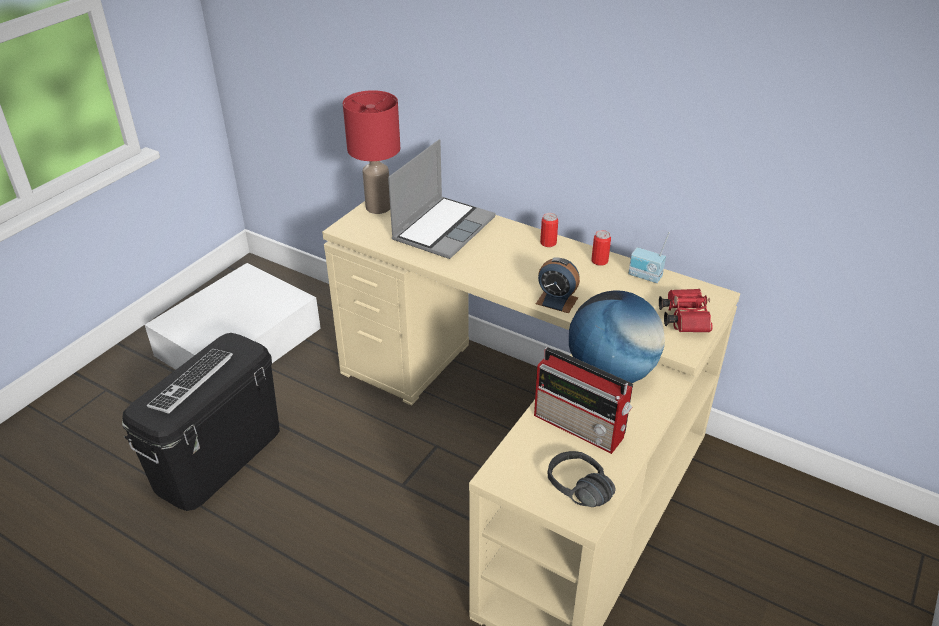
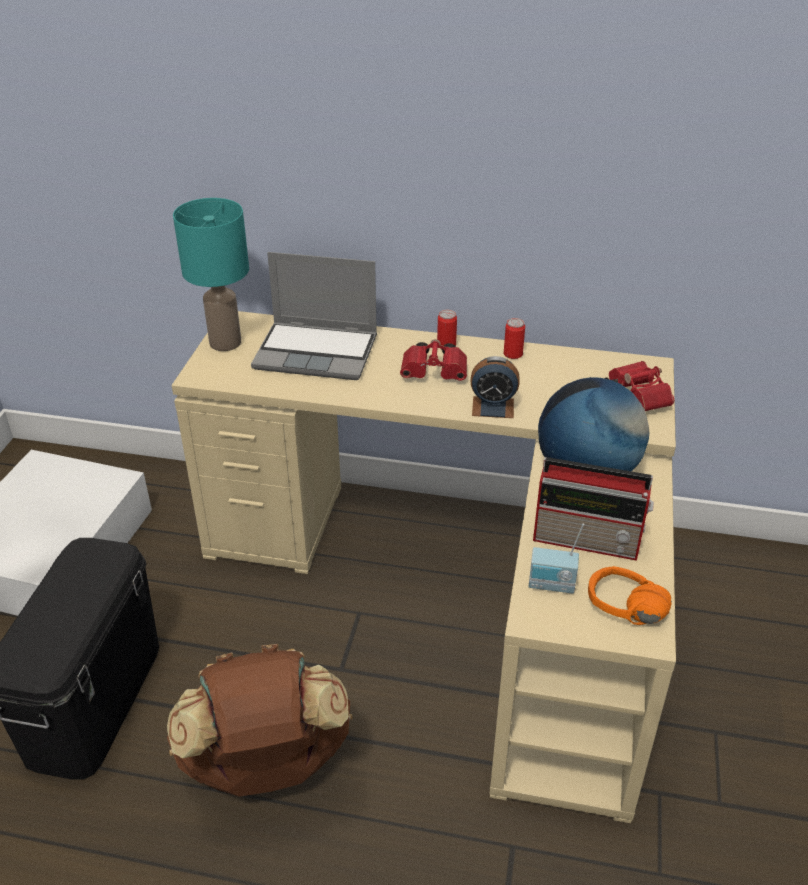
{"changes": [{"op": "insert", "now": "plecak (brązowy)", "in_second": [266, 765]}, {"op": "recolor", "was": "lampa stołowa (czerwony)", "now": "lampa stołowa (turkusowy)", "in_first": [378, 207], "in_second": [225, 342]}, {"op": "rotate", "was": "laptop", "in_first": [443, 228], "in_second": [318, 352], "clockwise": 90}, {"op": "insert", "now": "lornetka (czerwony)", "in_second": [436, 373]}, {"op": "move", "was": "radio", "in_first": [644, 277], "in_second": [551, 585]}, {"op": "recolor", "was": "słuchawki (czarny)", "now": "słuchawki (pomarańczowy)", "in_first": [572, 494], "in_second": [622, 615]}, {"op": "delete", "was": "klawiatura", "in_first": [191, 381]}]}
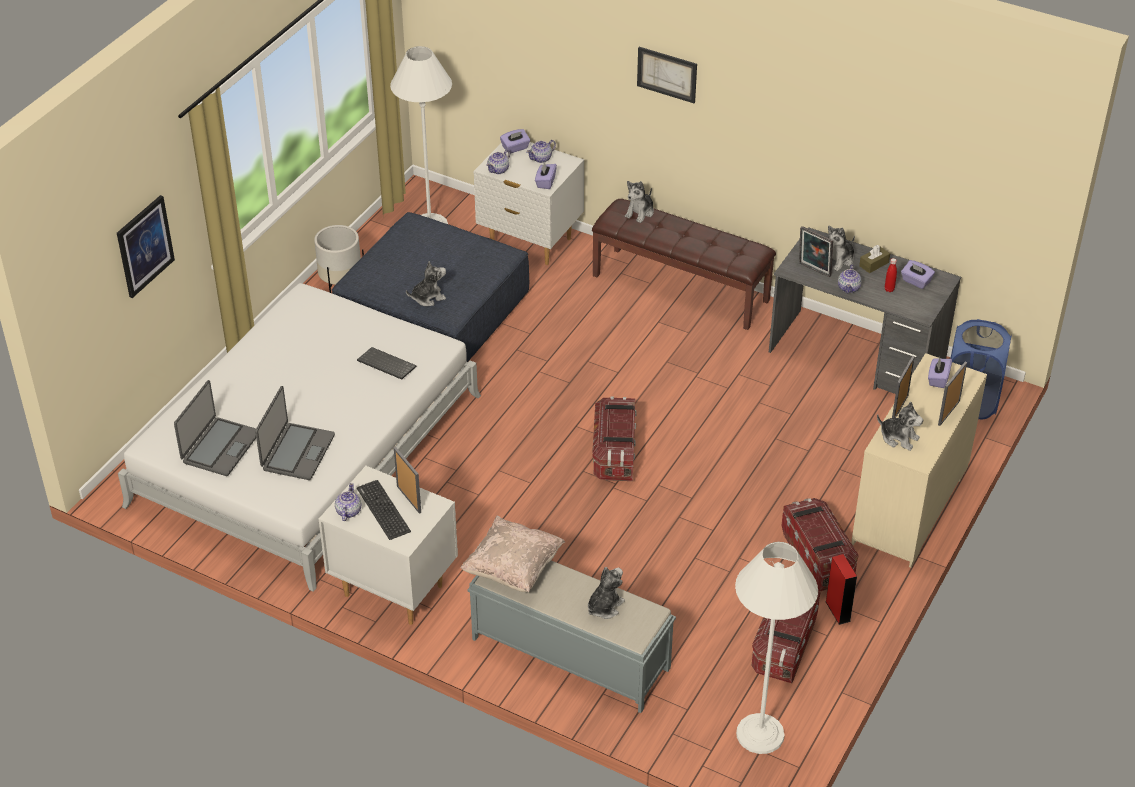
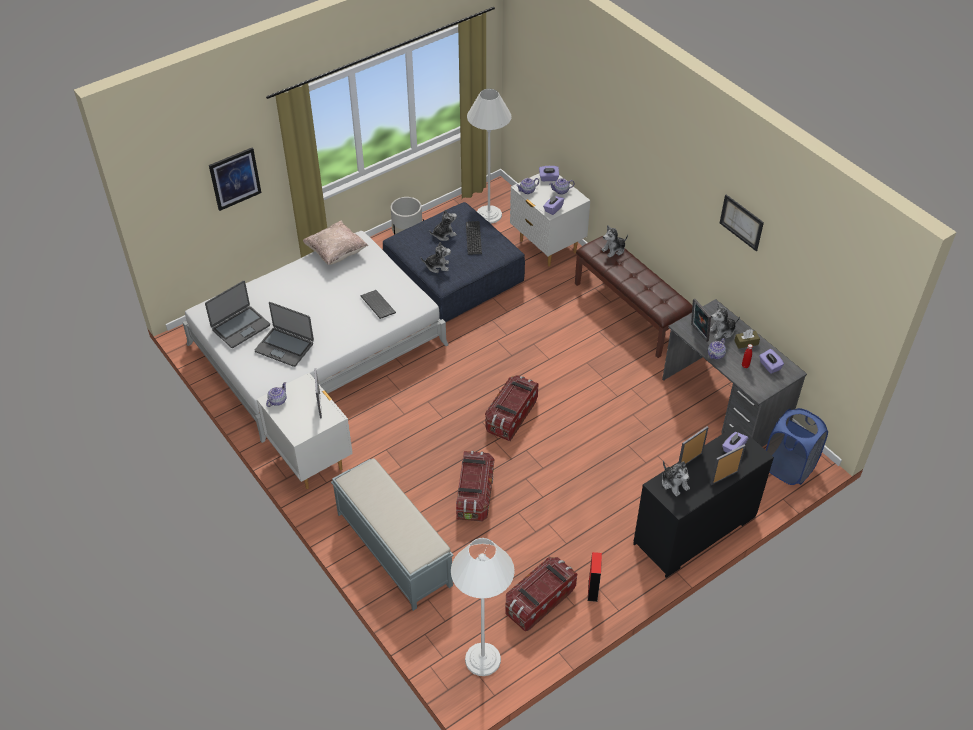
{"changes": [{"op": "rotate", "was": "laptop", "in_first": [297, 452], "in_second": [285, 347], "clockwise": 75}, {"op": "move", "was": "poduszka (beżowy)", "in_first": [513, 569], "in_second": [336, 253]}, {"op": "move", "was": "pluszak", "in_first": [604, 606], "in_second": [444, 234]}, {"op": "move", "was": "pojemnik do przechowywania", "in_first": [817, 558], "in_second": [474, 495]}, {"op": "move", "was": "klawiatura", "in_first": [383, 510], "in_second": [473, 238]}, {"op": "recolor", "was": "komoda (beżowy)", "now": "komoda (czarny)", "in_first": [911, 506], "in_second": [695, 531]}, {"op": "move", "was": "obraz", "in_first": [667, 74], "in_second": [741, 222]}]}
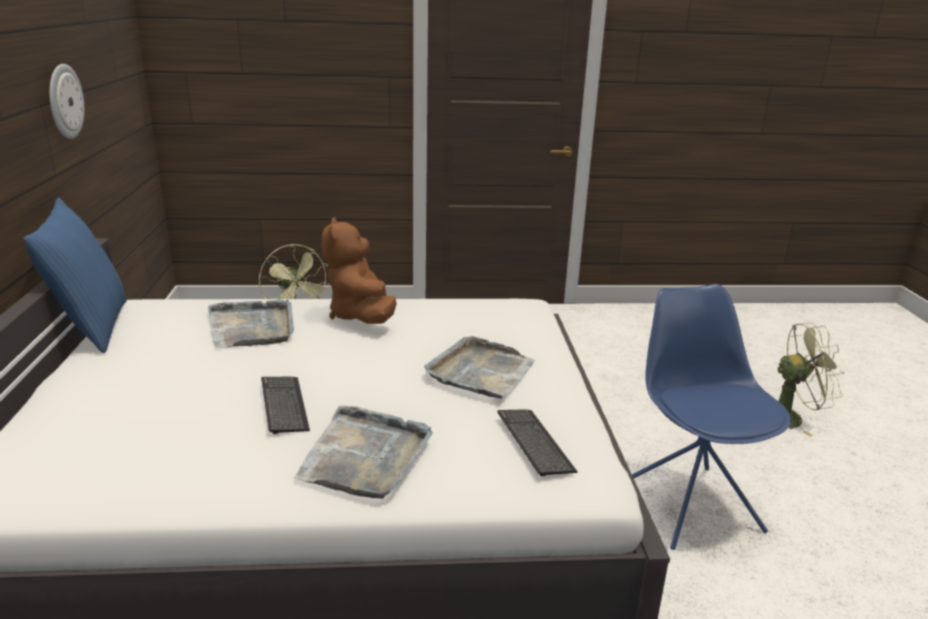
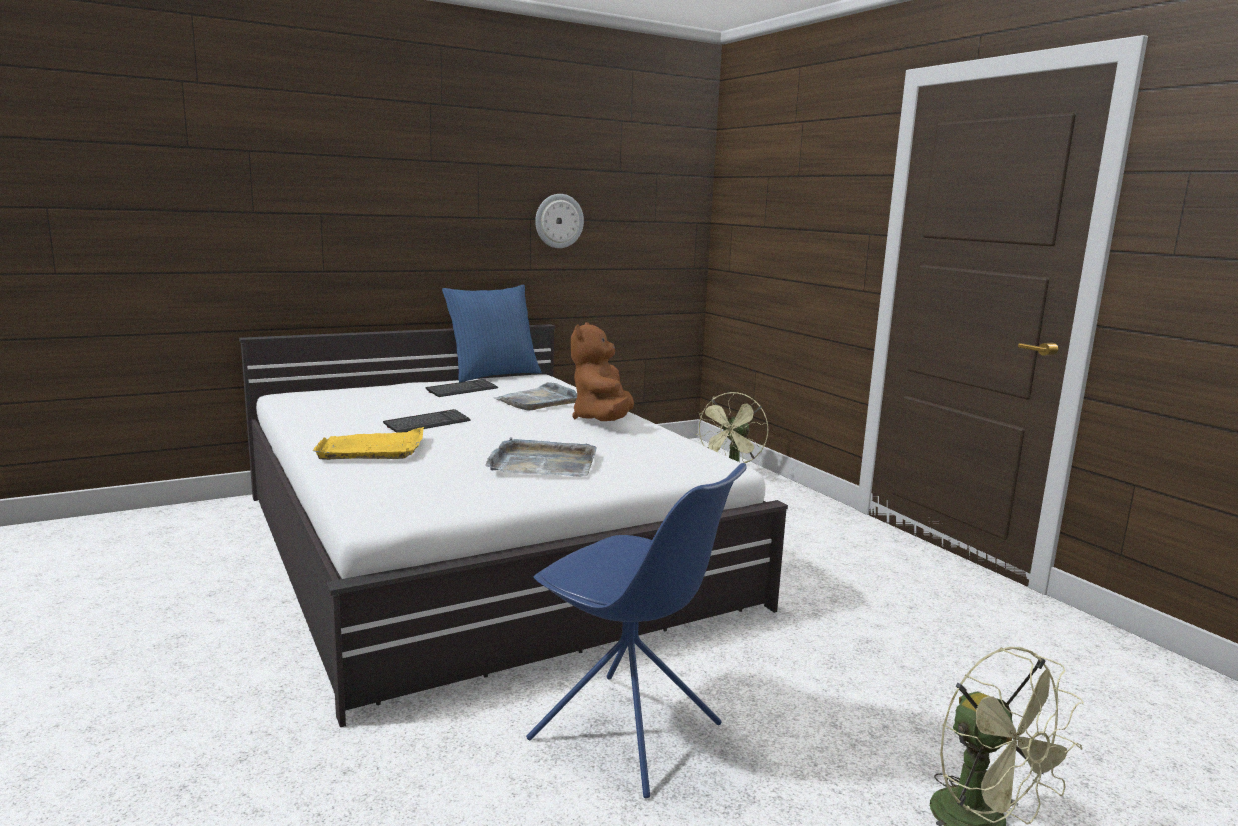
{"changes": [{"op": "recolor", "was": "taca (szary)", "now": "taca (żółty)", "in_first": [365, 456], "in_second": [372, 449]}, {"op": "move", "was": "klawiatura", "in_first": [534, 443], "in_second": [462, 390]}, {"op": "rotate", "was": "krzesło (niebieski)", "in_first": [689, 504], "in_second": [628, 733], "clockwise": 75}, {"op": "rotate", "was": "pluszak (brązowy)", "in_first": [361, 316], "in_second": [602, 420], "clockwise": -45}]}
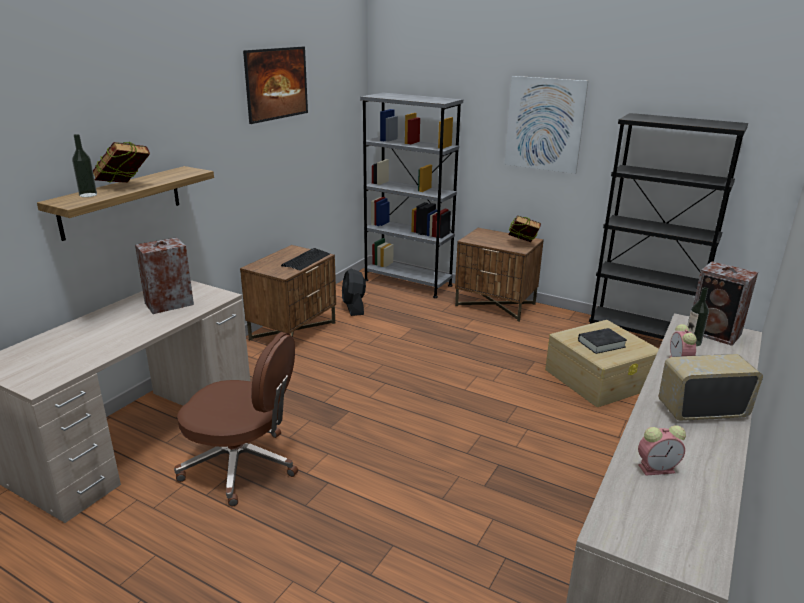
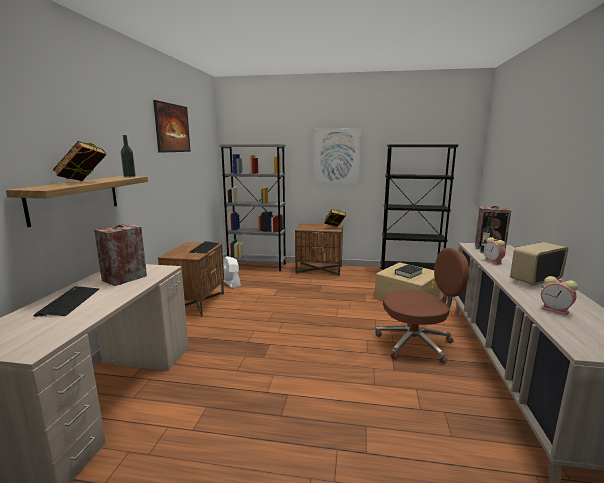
{"changes": [{"op": "insert", "now": "klawiatura", "in_second": [69, 302]}, {"op": "move", "was": "butelka", "in_first": [88, 195], "in_second": [129, 177]}, {"op": "recolor", "was": "wentylator (czarny)", "now": "wentylator (biały)", "in_first": [354, 307], "in_second": [230, 283]}, {"op": "move", "was": "krzesło biurowe (brązowy)", "in_first": [242, 465], "in_second": [416, 344]}, {"op": "rotate", "was": "budzik", "in_first": [657, 468], "in_second": [556, 310], "clockwise": 75}]}
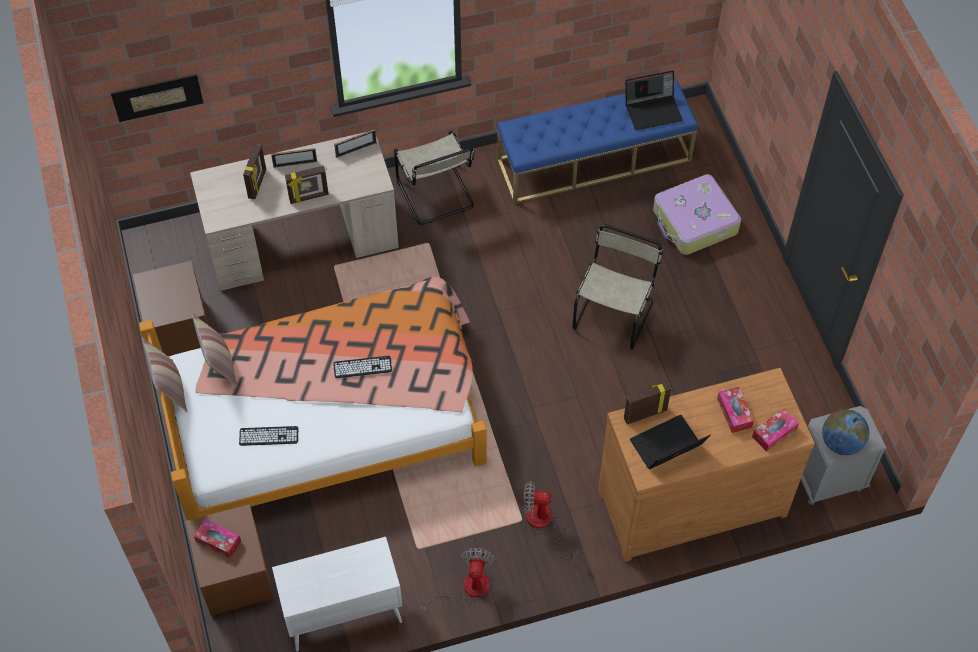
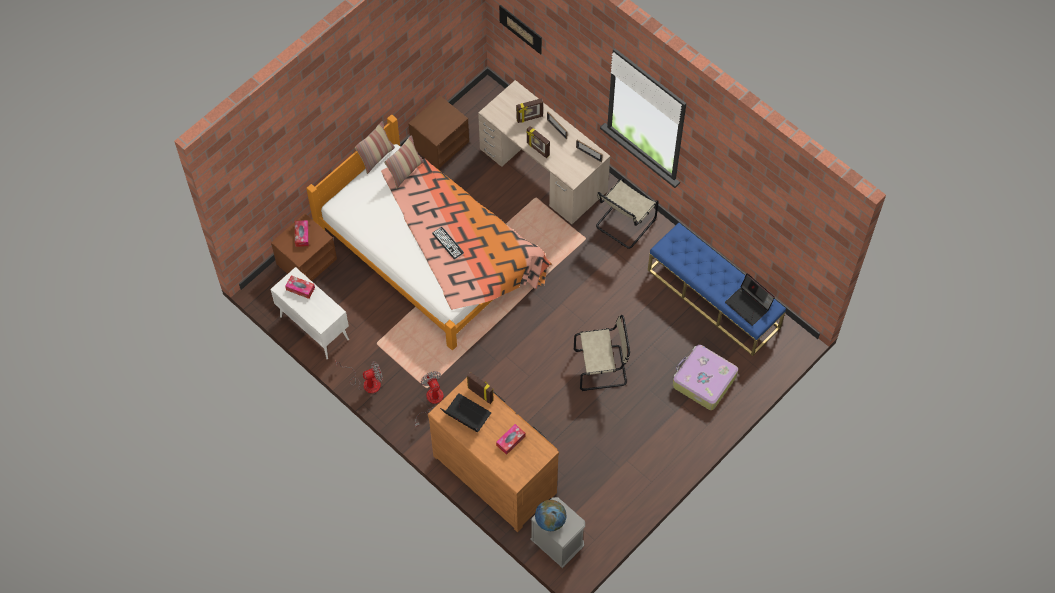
{"changes": [{"op": "move", "was": "pudełko chusteczek", "in_first": [774, 433], "in_second": [300, 289]}, {"op": "delete", "was": "klawiatura", "in_first": [268, 436]}]}
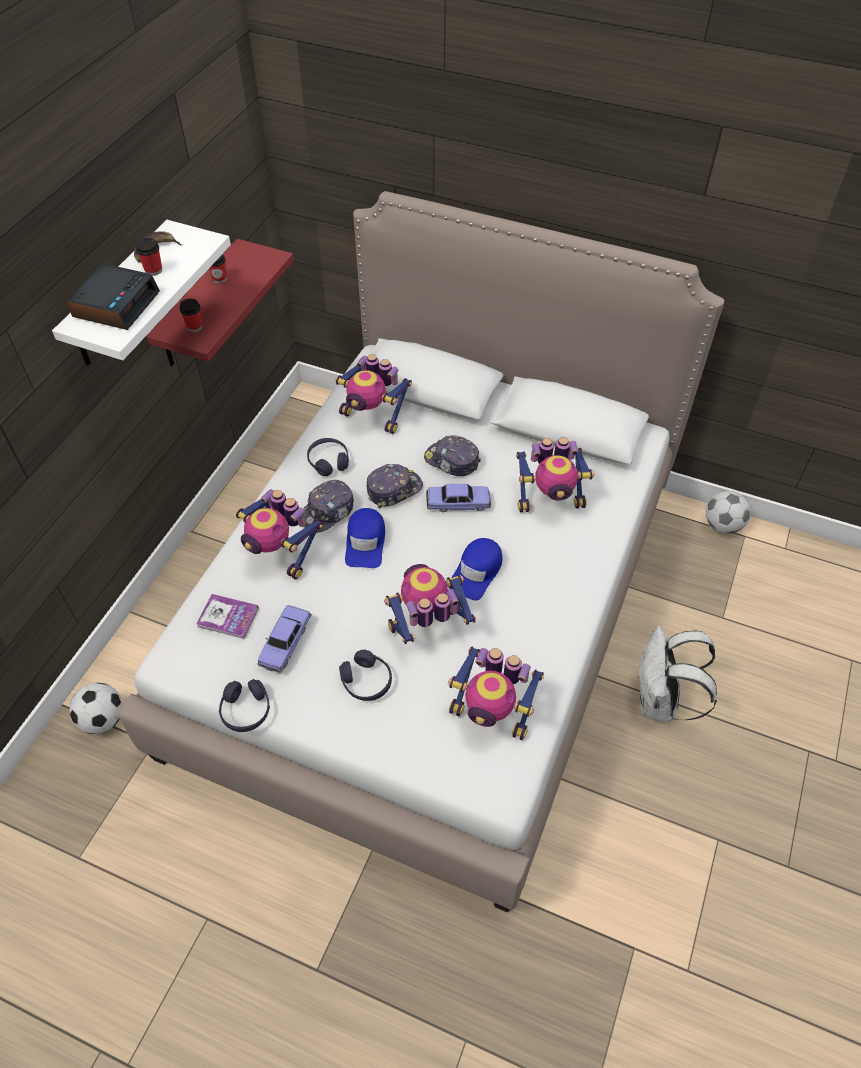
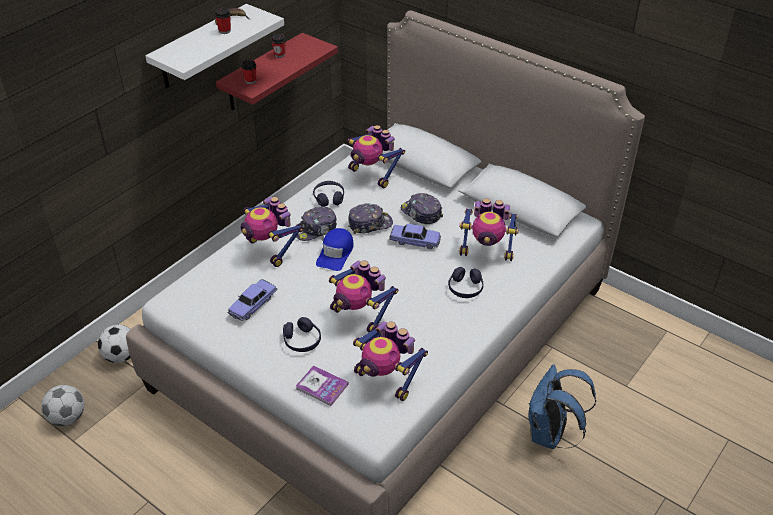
{"changes": [{"op": "move", "was": "piłka futbolowa", "in_first": [722, 525], "in_second": [67, 417]}, {"op": "move", "was": "książka", "in_first": [228, 617], "in_second": [322, 386]}, {"op": "rotate", "was": "robot zabawkowy", "in_first": [427, 628], "in_second": [360, 316], "clockwise": -135}, {"op": "move", "was": "słuchawki (fioletowy)", "in_first": [246, 710], "in_second": [465, 288]}, {"op": "recolor", "was": "plecak (biały)", "now": "plecak (niebieski)", "in_first": [660, 702], "in_second": [550, 435]}, {"op": "delete", "was": "budzik", "in_first": [116, 304]}, {"op": "delete", "was": "czapka z daszkiem (niebieski)", "in_first": [477, 572]}]}
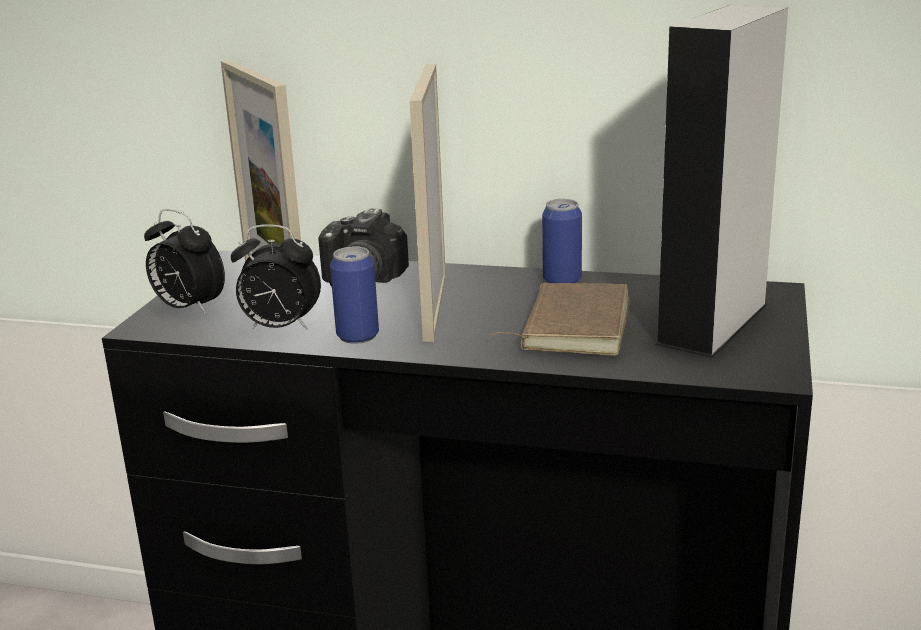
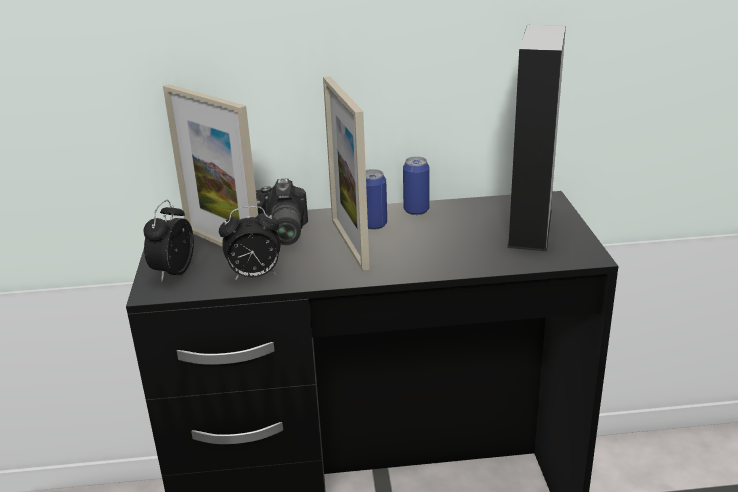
{"changes": [{"op": "rotate", "was": "budzik", "in_first": [188, 309], "in_second": [173, 272], "clockwise": 90}, {"op": "move", "was": "puszka", "in_first": [357, 336], "in_second": [374, 224]}, {"op": "delete", "was": "książka (brązowy)", "in_first": [572, 325]}]}
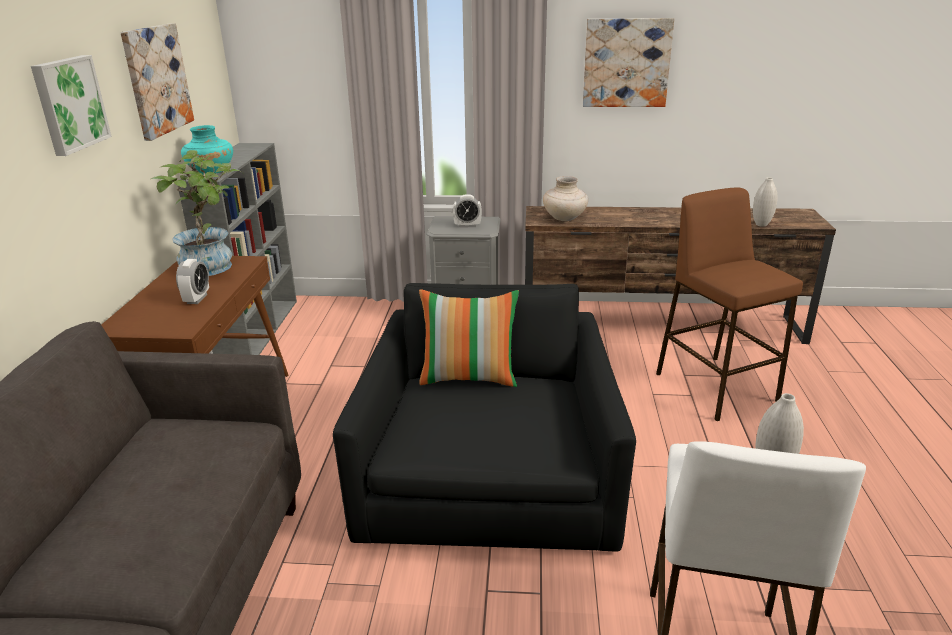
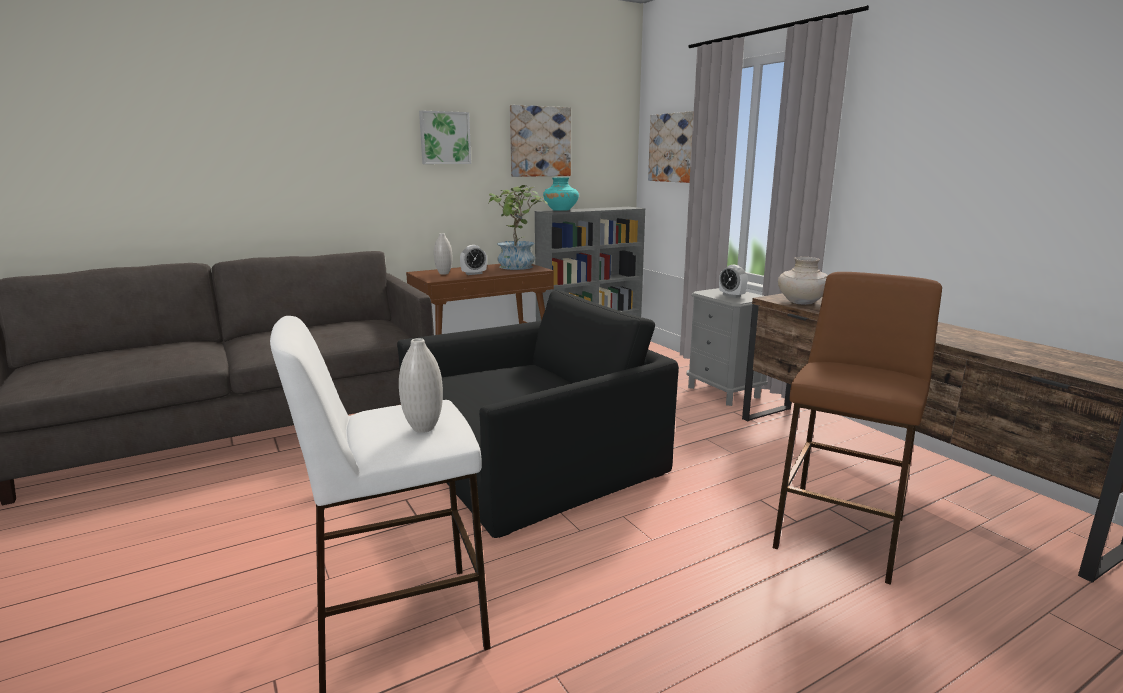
{"changes": [{"op": "move", "was": "wazon (biały)", "in_first": [761, 224], "in_second": [444, 273]}, {"op": "move", "was": "obraz", "in_first": [626, 63], "in_second": [673, 148]}, {"op": "delete", "was": "poduszka", "in_first": [469, 377]}]}
